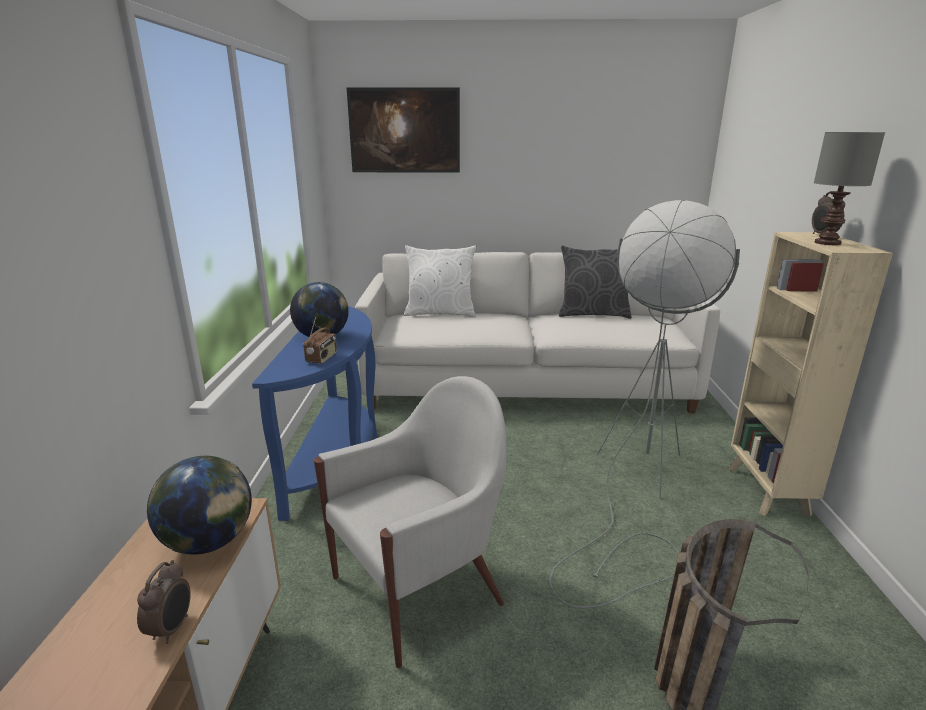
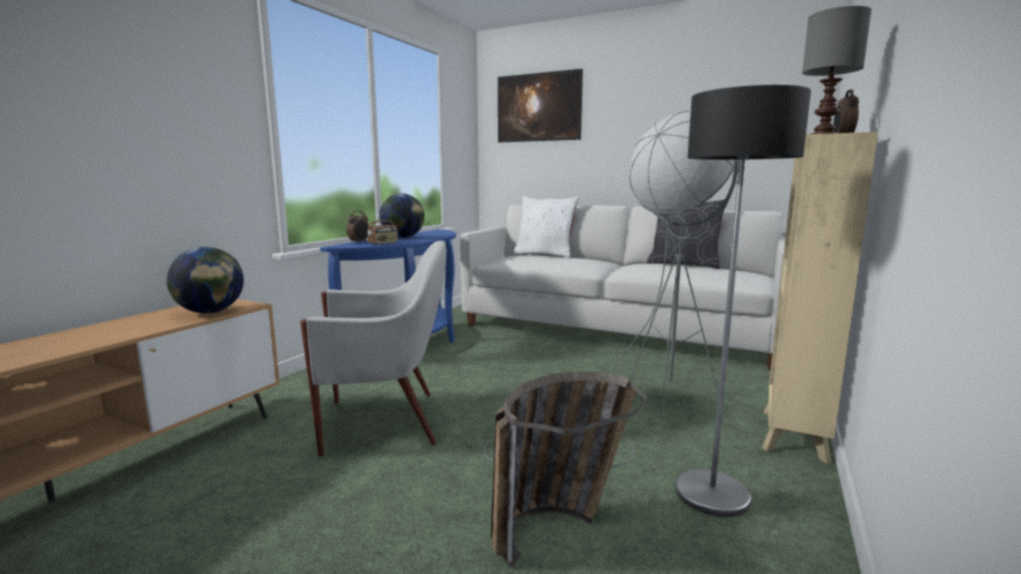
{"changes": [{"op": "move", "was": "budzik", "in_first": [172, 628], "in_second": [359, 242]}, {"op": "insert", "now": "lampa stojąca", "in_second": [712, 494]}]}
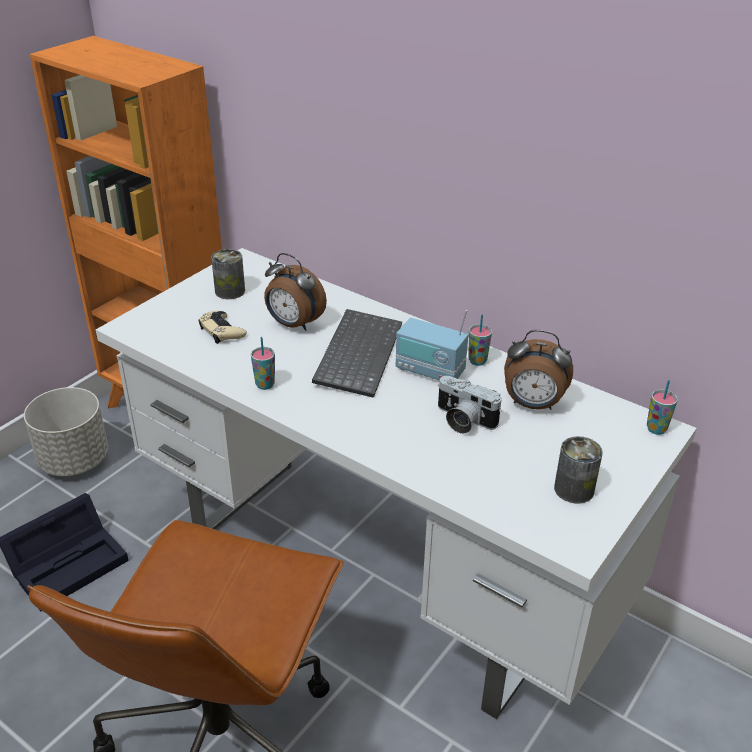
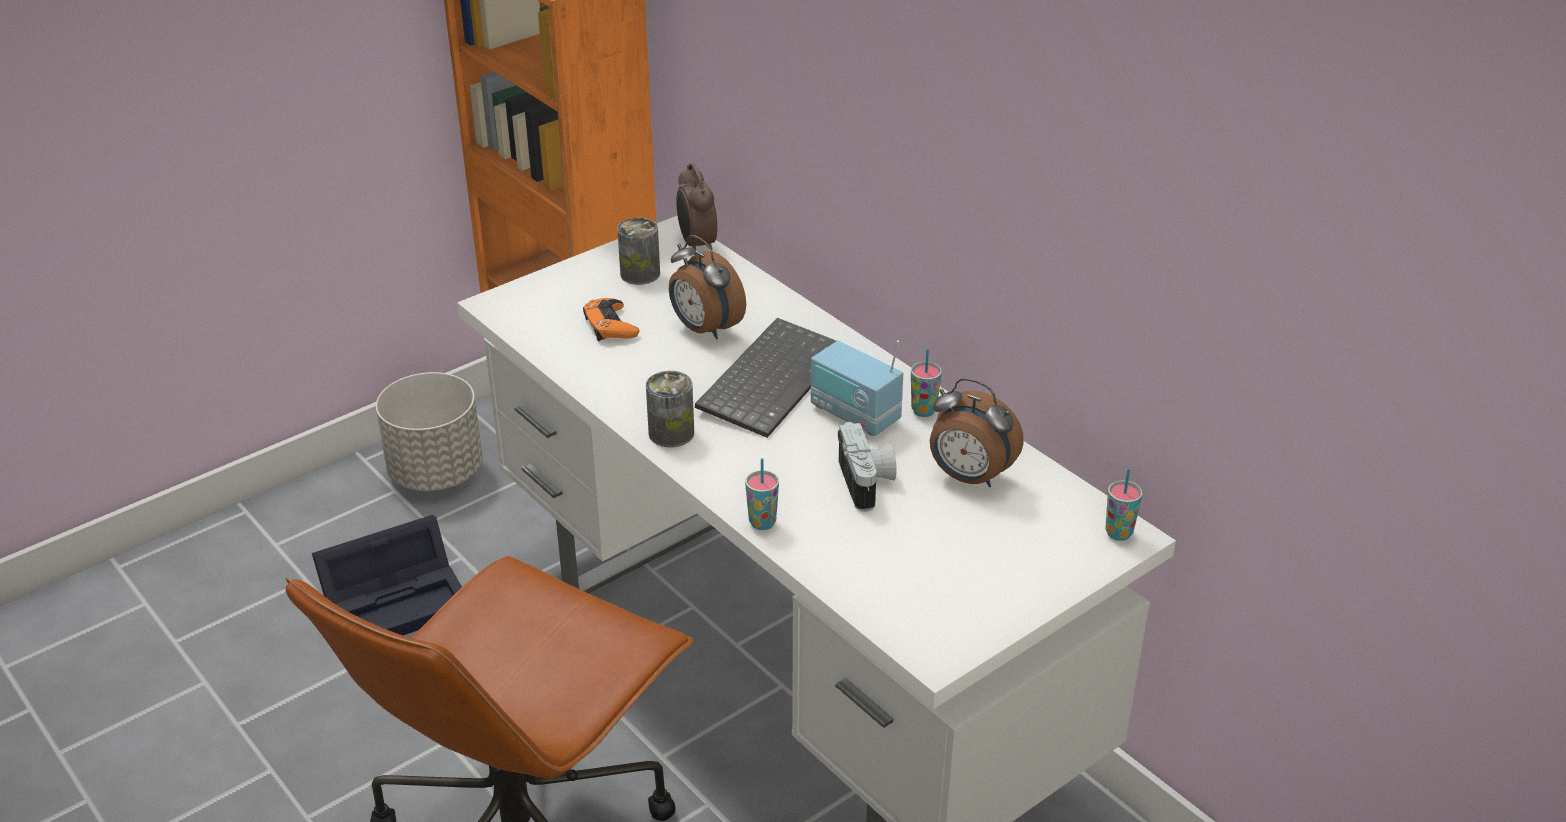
{"changes": [{"op": "recolor", "was": "pad do gier (beżowy)", "now": "pad do gier (pomarańczowy)", "in_first": [222, 331], "in_second": [610, 326]}, {"op": "move", "was": "puszka", "in_first": [574, 489], "in_second": [671, 433]}, {"op": "insert", "now": "budzik", "in_second": [696, 245]}, {"op": "move", "was": "filiżanka", "in_first": [265, 385], "in_second": [762, 523]}, {"op": "rotate", "was": "aparat fotograficzny", "in_first": [463, 420], "in_second": [868, 483], "clockwise": -150}]}
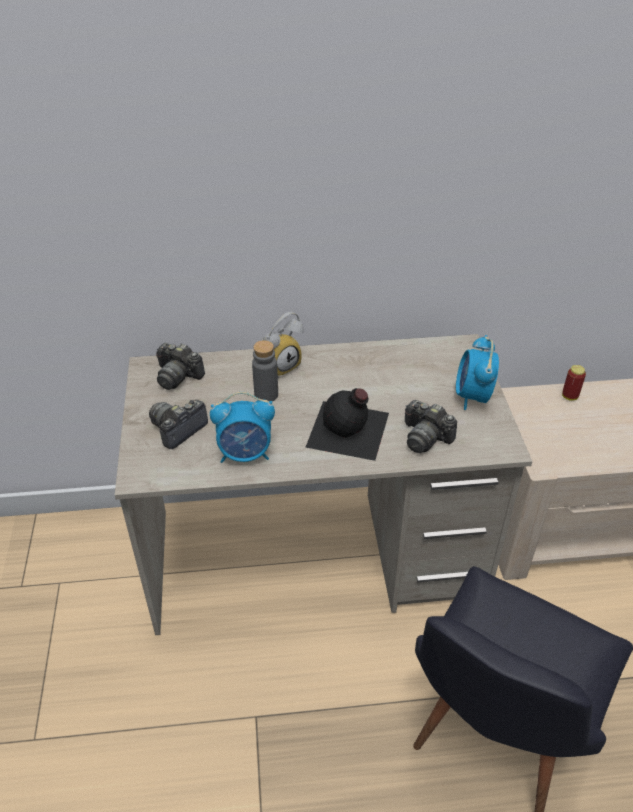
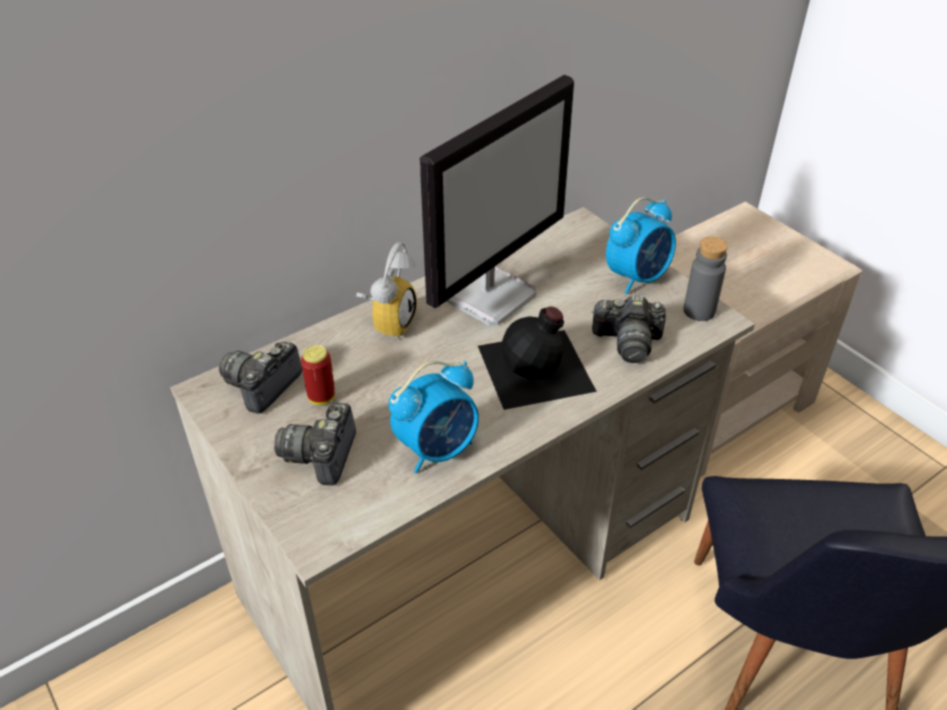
{"changes": [{"op": "rotate", "was": "aparat fotograficzny", "in_first": [178, 376], "in_second": [263, 386], "clockwise": 120}, {"op": "move", "was": "puszka", "in_first": [569, 396], "in_second": [322, 397]}, {"op": "insert", "now": "monitor", "in_second": [490, 295]}, {"op": "rotate", "was": "budzik", "in_first": [472, 397], "in_second": [637, 277], "clockwise": -105}, {"op": "move", "was": "butelka (szary)", "in_first": [266, 395], "in_second": [699, 311]}]}
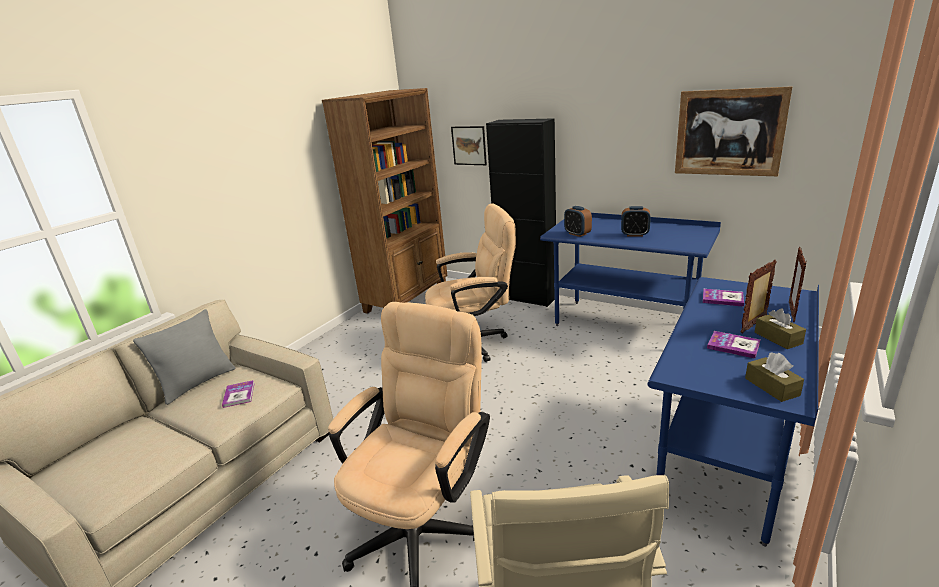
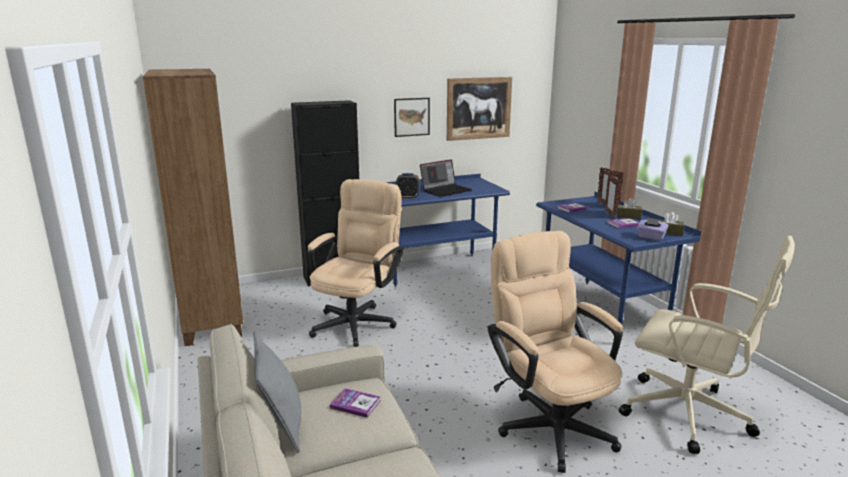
{"changes": [{"op": "move", "was": "obraz", "in_first": [469, 145], "in_second": [411, 117]}, {"op": "replace", "was": "budzik", "now": "laptop", "in_first": [634, 235], "in_second": [446, 190]}, {"op": "insert", "now": "pudełko chusteczek (fioletowy)", "in_second": [650, 237]}]}
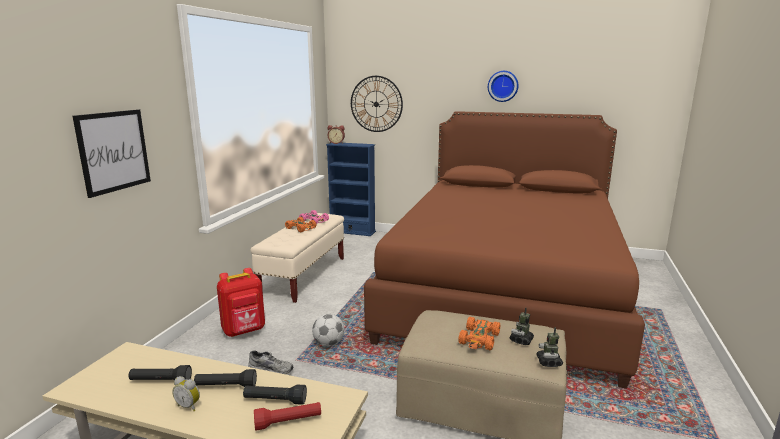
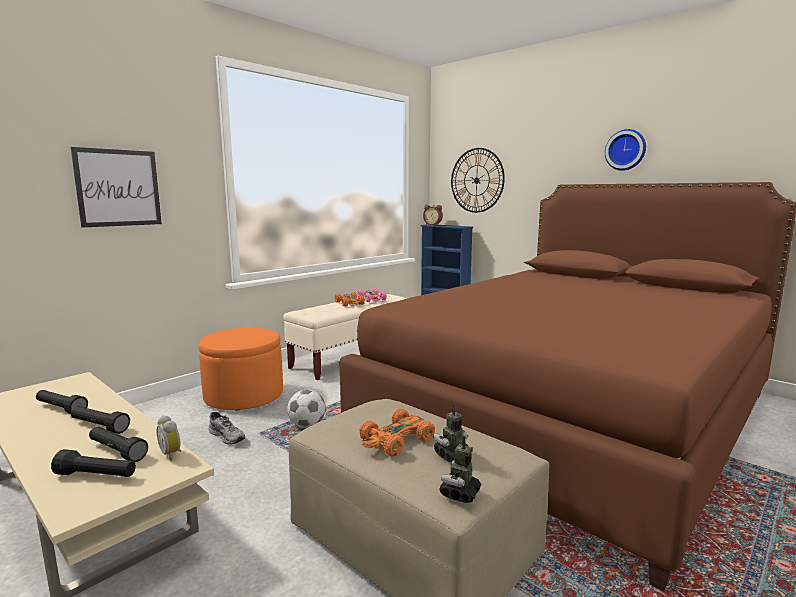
{"changes": [{"op": "recolor", "was": "latarka (czerwony)", "now": "latarka (czarny)", "in_first": [288, 422], "in_second": [96, 476]}, {"op": "move", "was": "budzik", "in_first": [189, 406], "in_second": [172, 454]}, {"op": "replace", "was": "plecak (czerwony)", "now": "pufa (pomarańczowy)", "in_first": [244, 331], "in_second": [244, 396]}]}
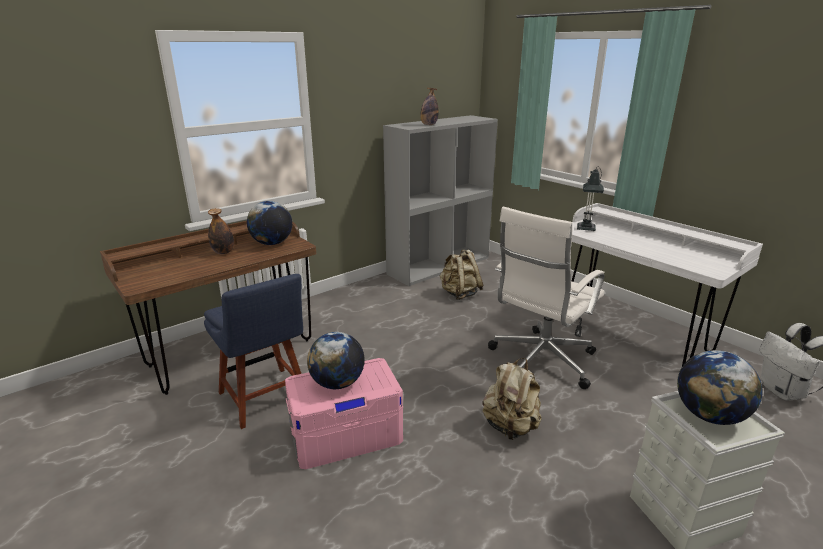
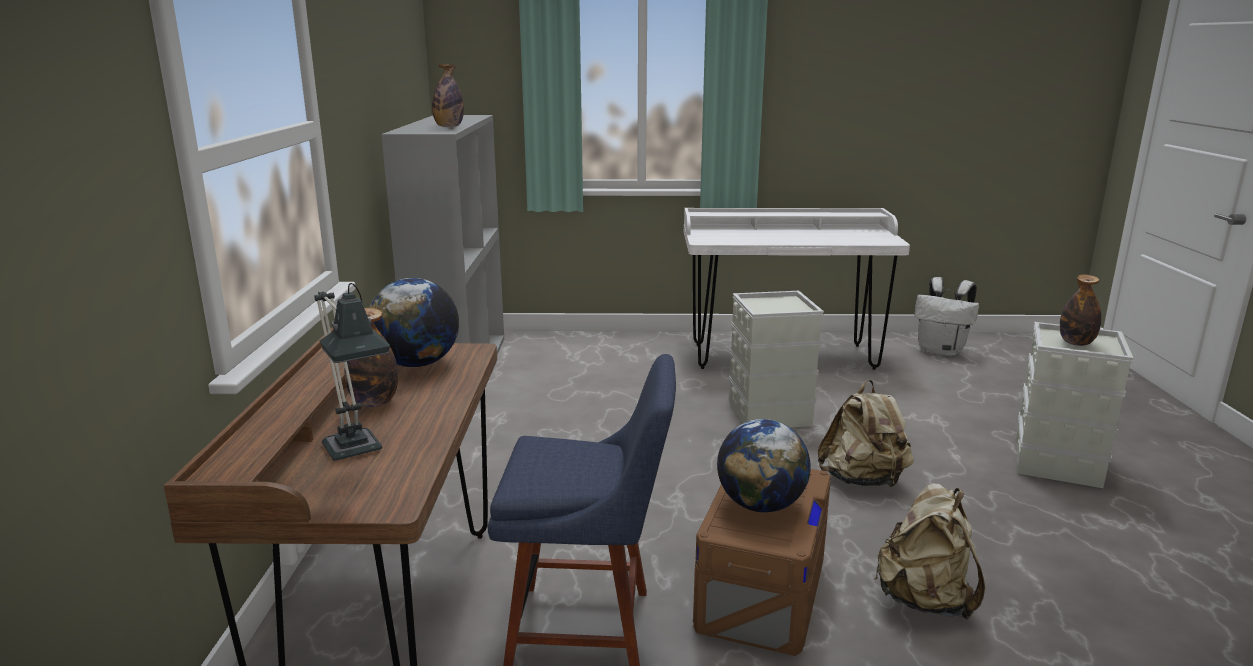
{"changes": [{"op": "move", "was": "lampa stołowa", "in_first": [586, 230], "in_second": [356, 454]}, {"op": "recolor", "was": "pojemnik do przechowywania (różowy)", "now": "pojemnik do przechowywania (brązowy)", "in_first": [346, 434], "in_second": [761, 590]}, {"op": "replace", "was": "krzesło biurowe (biały)", "now": "pojemnik do przechowywania (szary)", "in_first": [540, 361], "in_second": [769, 414]}, {"op": "move", "was": "plecak (beżowy)", "in_first": [459, 294], "in_second": [924, 600]}, {"op": "replace", "was": "globus", "now": "butelka", "in_first": [709, 415], "in_second": [1076, 343]}]}
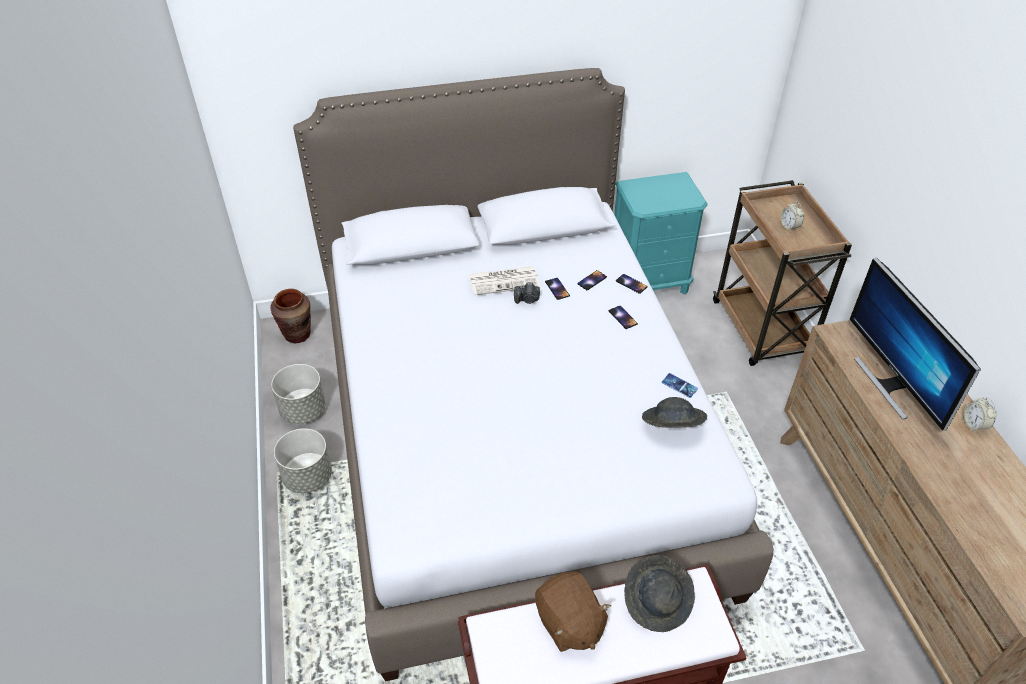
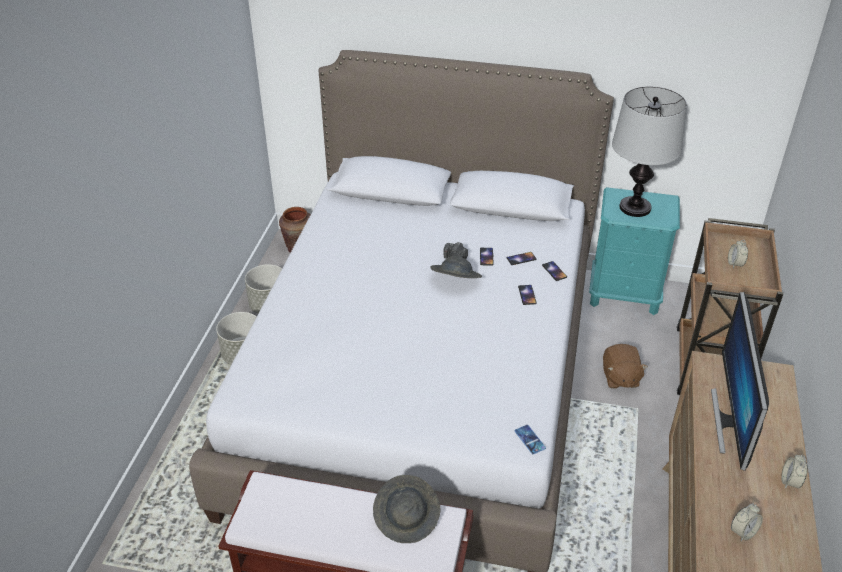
{"changes": [{"op": "move", "was": "kapelusz (szary)", "in_first": [671, 426], "in_second": [455, 281]}, {"op": "move", "was": "telefon", "in_first": [679, 385], "in_second": [530, 439]}, {"op": "move", "was": "pluszak (brązowy)", "in_first": [569, 624], "in_second": [620, 378]}, {"op": "insert", "now": "lampa stołowa", "in_second": [635, 207]}, {"op": "insert", "now": "budzik", "in_second": [743, 532]}, {"op": "delete", "was": "gazeta", "in_first": [504, 281]}]}
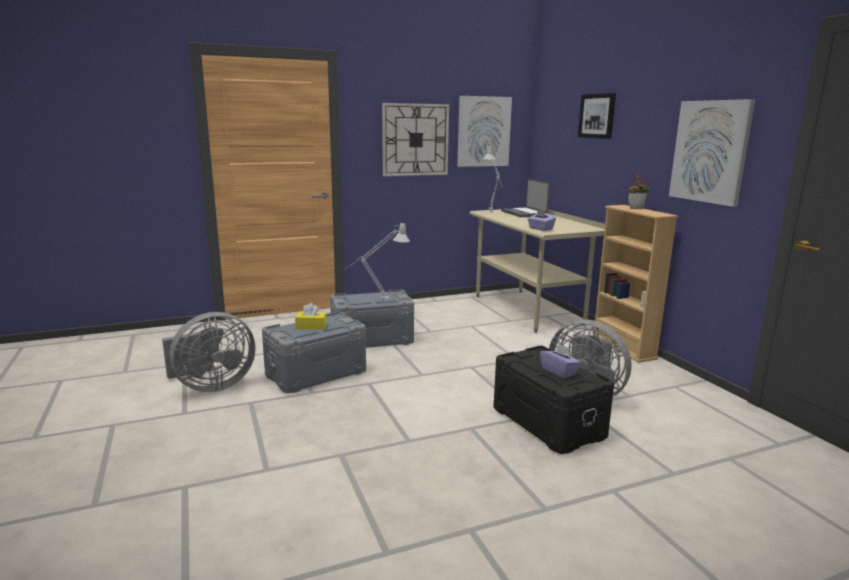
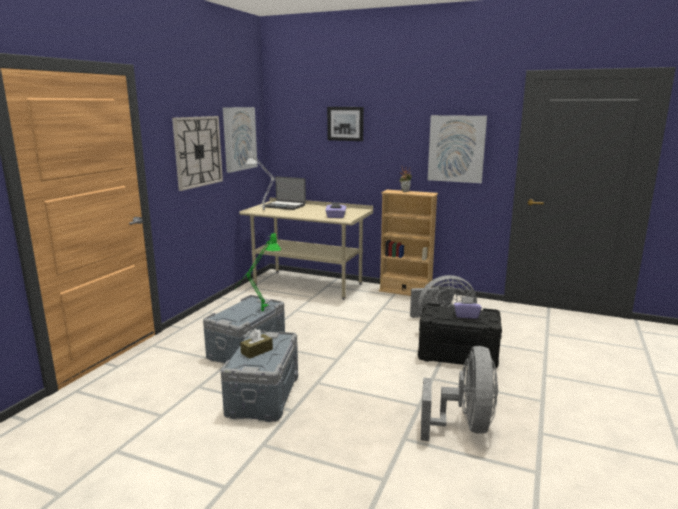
{"changes": [{"op": "recolor", "was": "lampa stołowa (szary)", "now": "lampa stołowa (zielony)", "in_first": [377, 303], "in_second": [259, 313]}, {"op": "recolor", "was": "pudełko chusteczek (żółty)", "now": "pudełko chusteczek (brązowy)", "in_first": [311, 326], "in_second": [257, 351]}, {"op": "move", "was": "wentylator (szary)", "in_first": [211, 386], "in_second": [464, 426]}]}
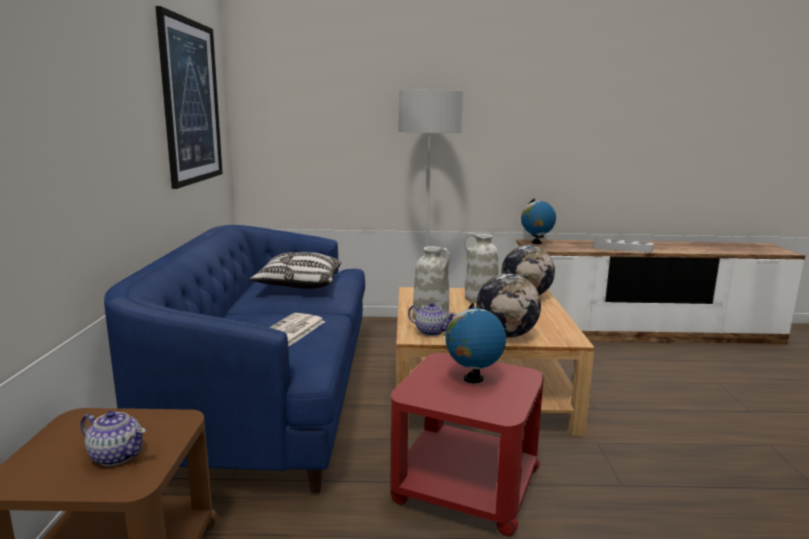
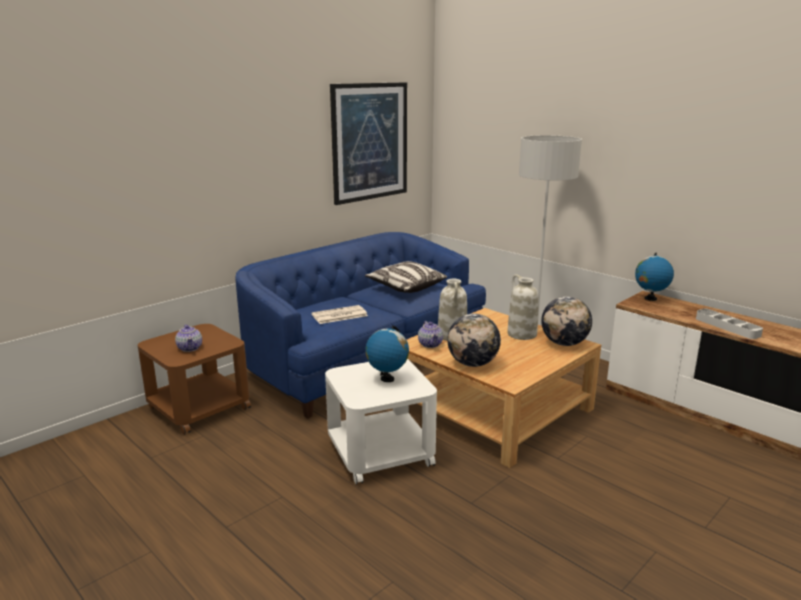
{"changes": [{"op": "recolor", "was": "stolik (czerwony)", "now": "stolik (biały)", "in_first": [465, 485], "in_second": [380, 452]}]}
